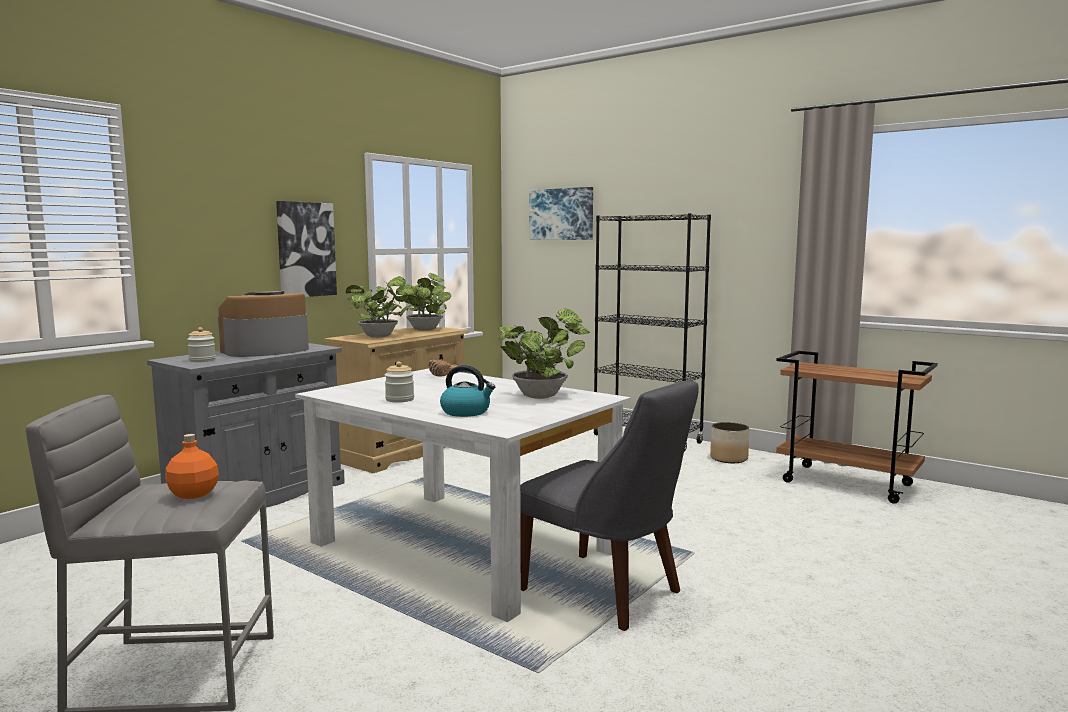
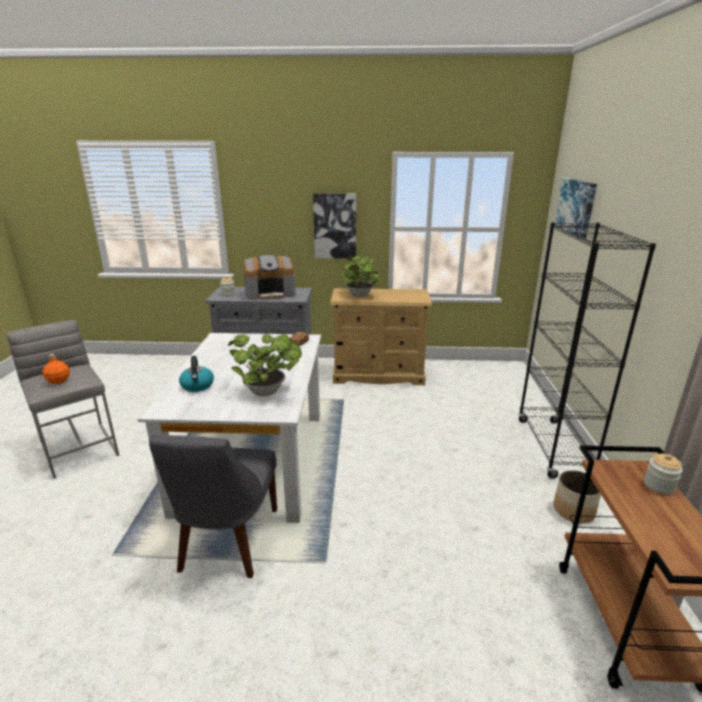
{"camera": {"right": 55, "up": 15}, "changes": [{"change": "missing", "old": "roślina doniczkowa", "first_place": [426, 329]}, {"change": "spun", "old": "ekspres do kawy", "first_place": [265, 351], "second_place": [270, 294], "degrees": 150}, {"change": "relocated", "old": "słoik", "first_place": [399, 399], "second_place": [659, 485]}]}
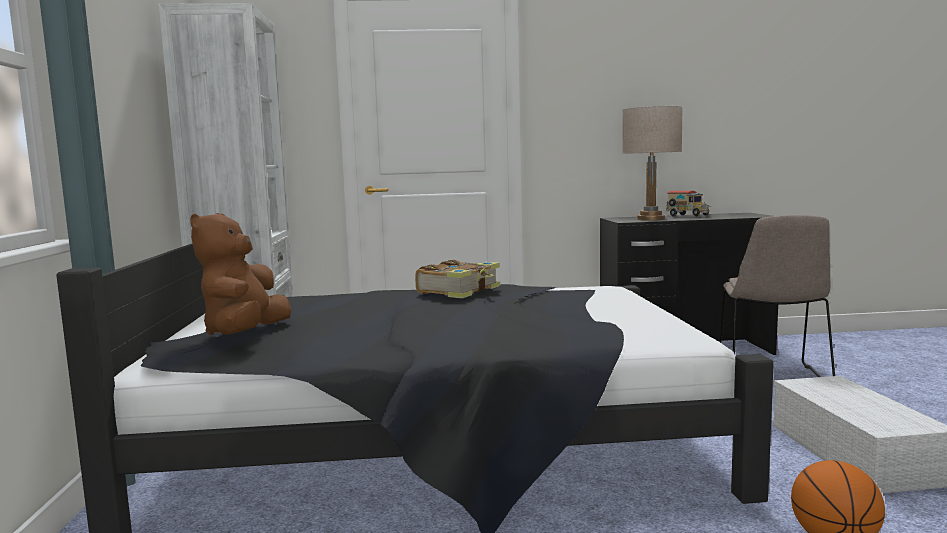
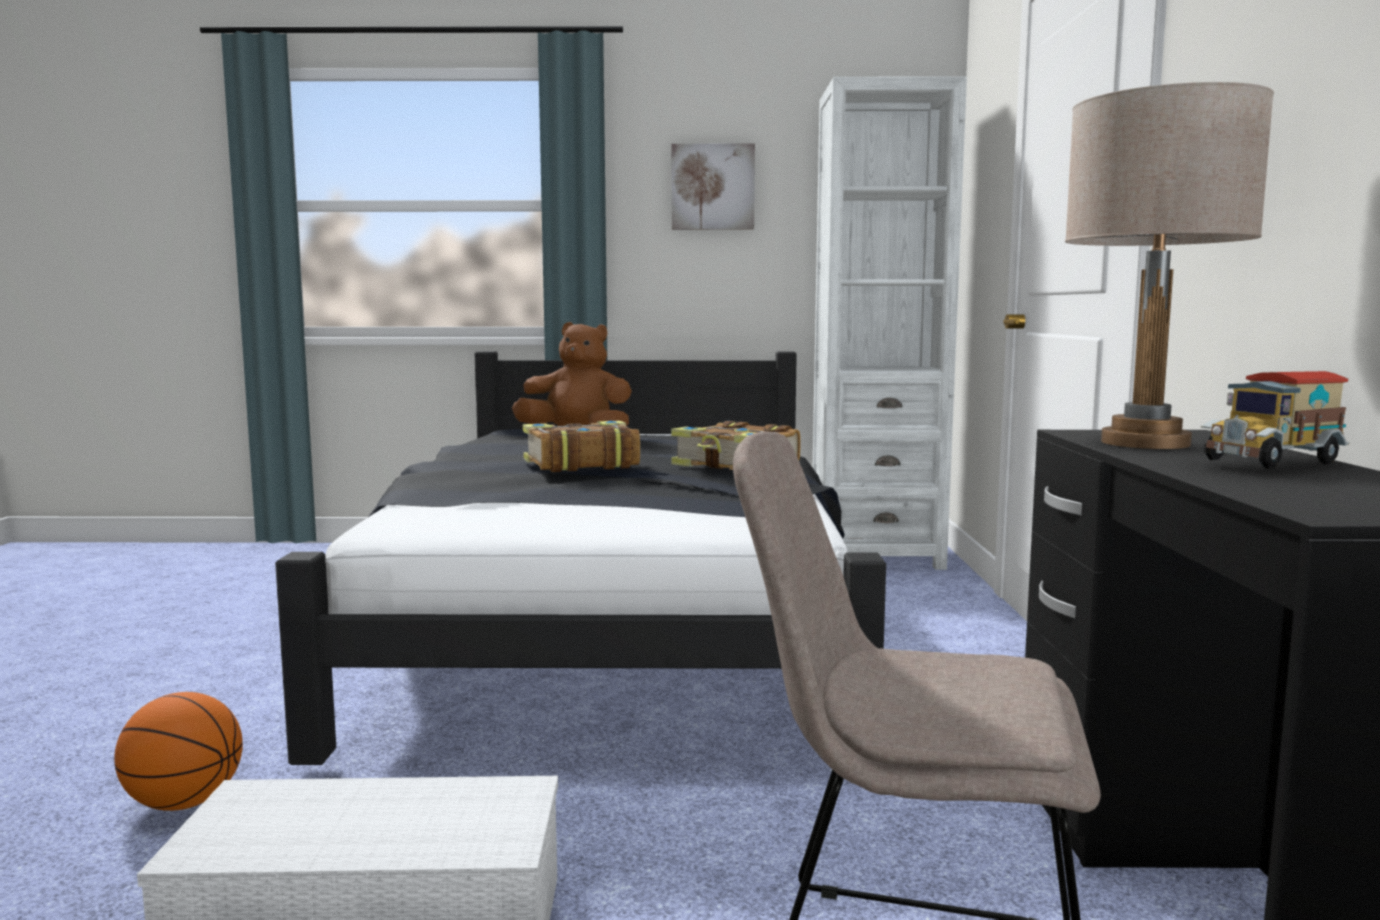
{"camera": {"right": 95, "up": 0}, "changes": [{"change": "appeared", "new": "obraz", "second_place": [712, 187]}, {"change": "appeared", "new": "książka", "second_place": [579, 464]}]}
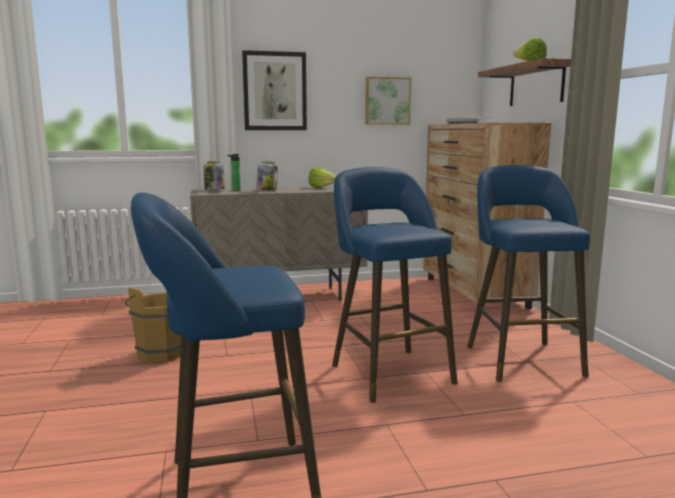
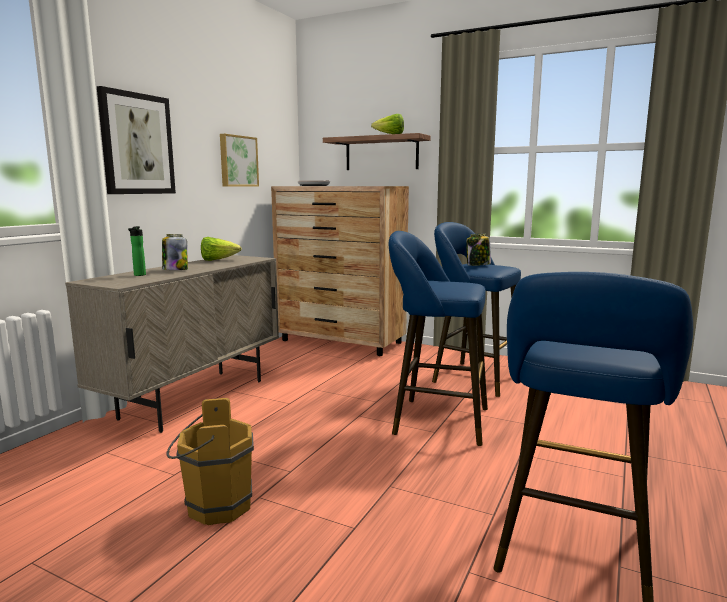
{"camera": {"right": -50, "up": 0}, "changes": [{"change": "relocated", "old": "słoik", "first_place": [214, 190], "second_place": [478, 265]}]}
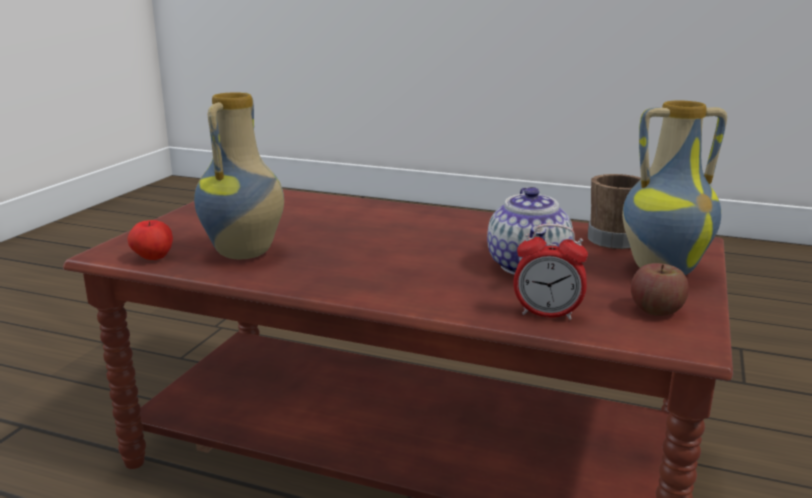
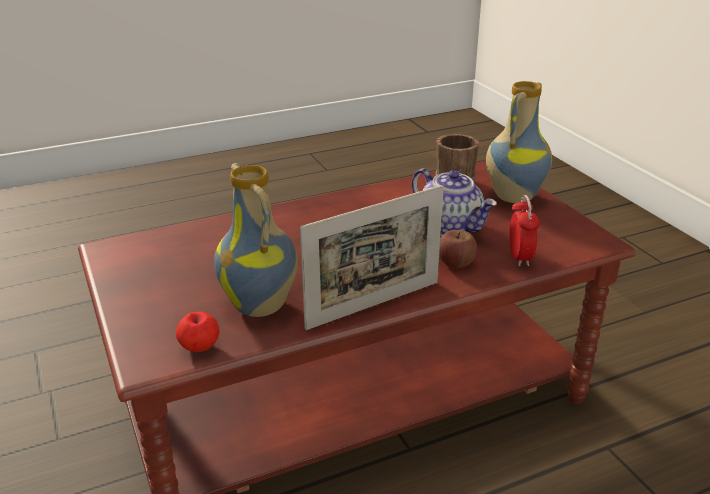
{"camera": {"right": -45, "up": 10}, "changes": [{"change": "spun", "old": "budzik", "first_place": [547, 314], "second_place": [520, 257], "degrees": -60}, {"change": "relocated", "old": "jabłko", "first_place": [656, 310], "second_place": [456, 263]}, {"change": "appeared", "new": "ramka na zdjęcie", "second_place": [374, 305]}]}
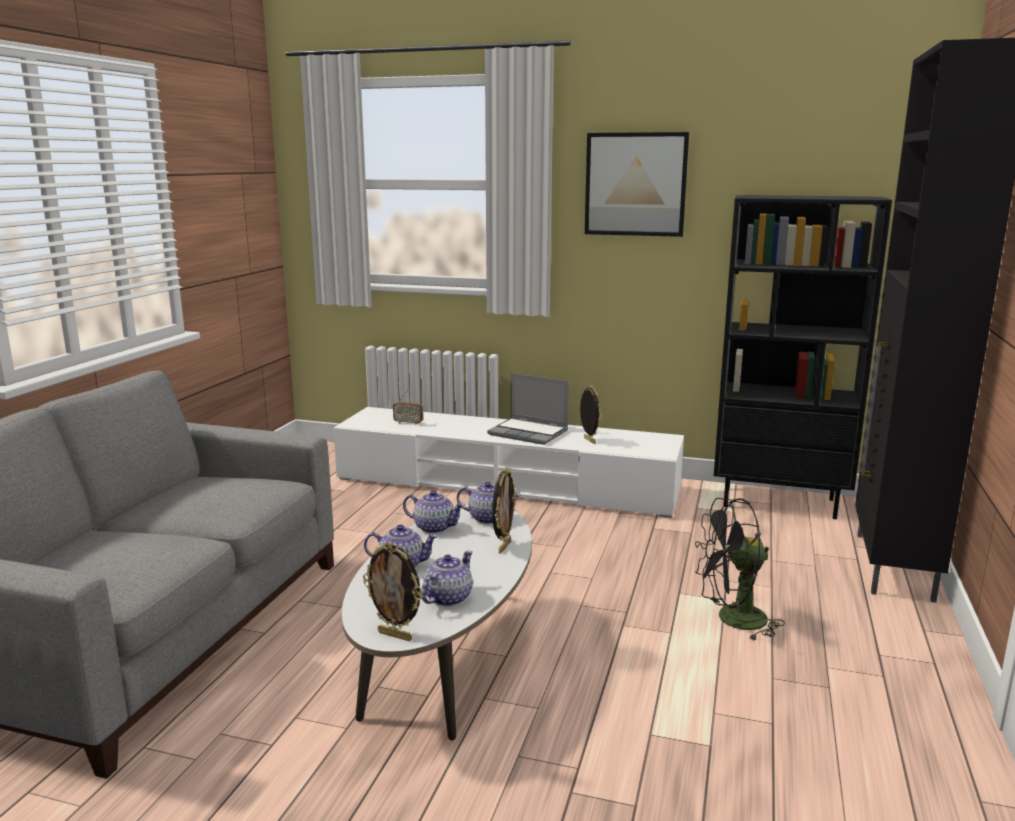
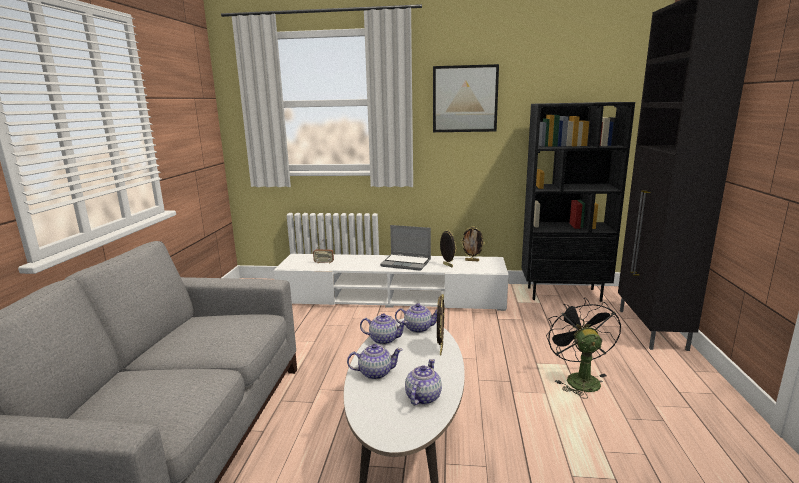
{"camera": {"right": -10, "up": 0}, "changes": [{"change": "spun", "old": "wentylator (czarny)", "first_place": [732, 620], "second_place": [578, 378], "degrees": 105}, {"change": "relocated", "old": "ramka na zdjęcie", "first_place": [395, 635], "second_place": [472, 260]}]}
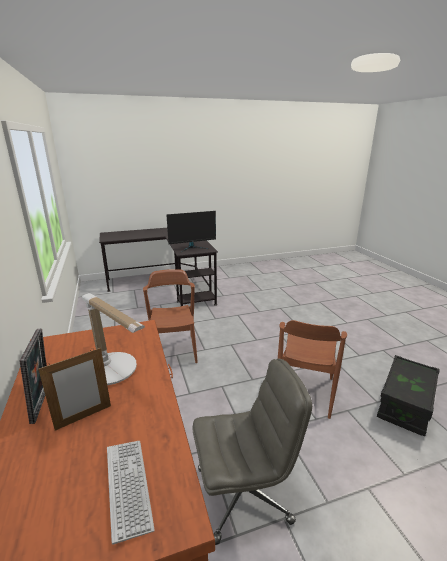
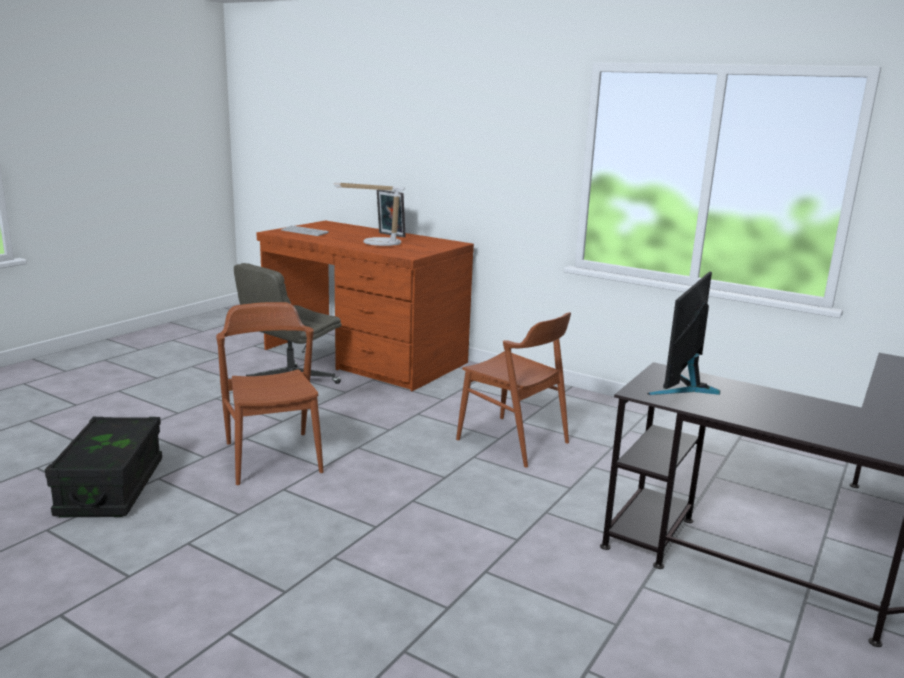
{"camera": {"right": 140, "up": -5}, "changes": [{"change": "missing", "old": "ramka na zdjęcie", "first_place": [84, 417]}]}
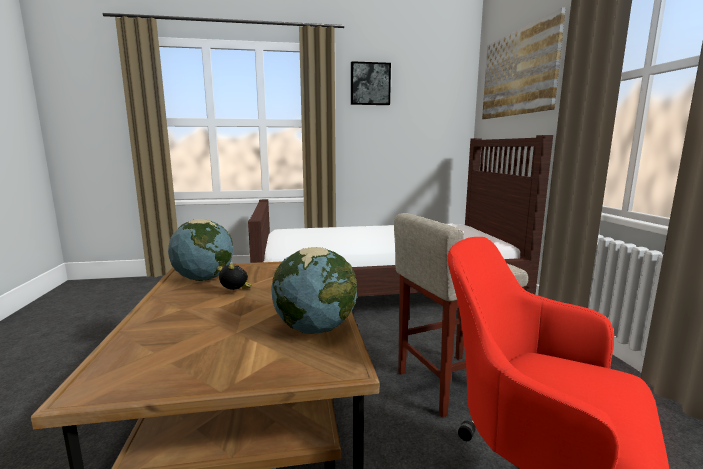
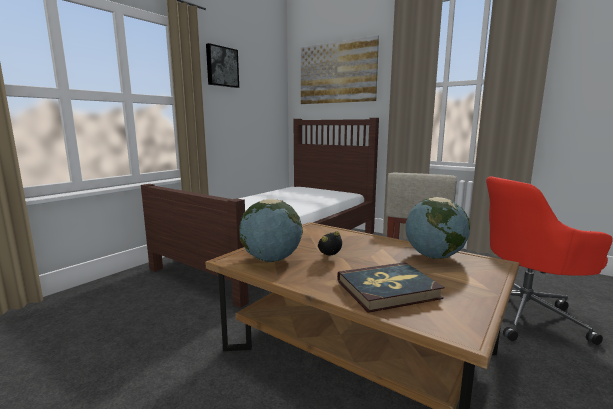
{"camera": {"right": -45, "up": 0}, "changes": [{"change": "appeared", "new": "książka", "second_place": [388, 290]}]}
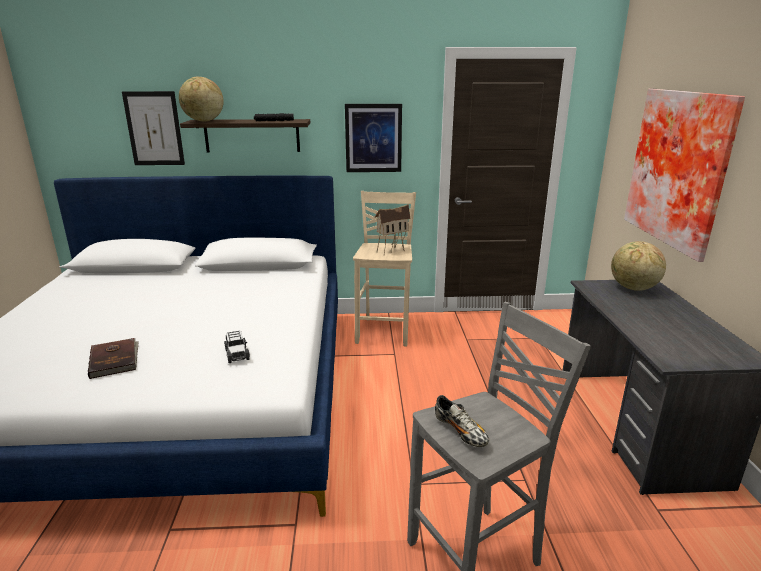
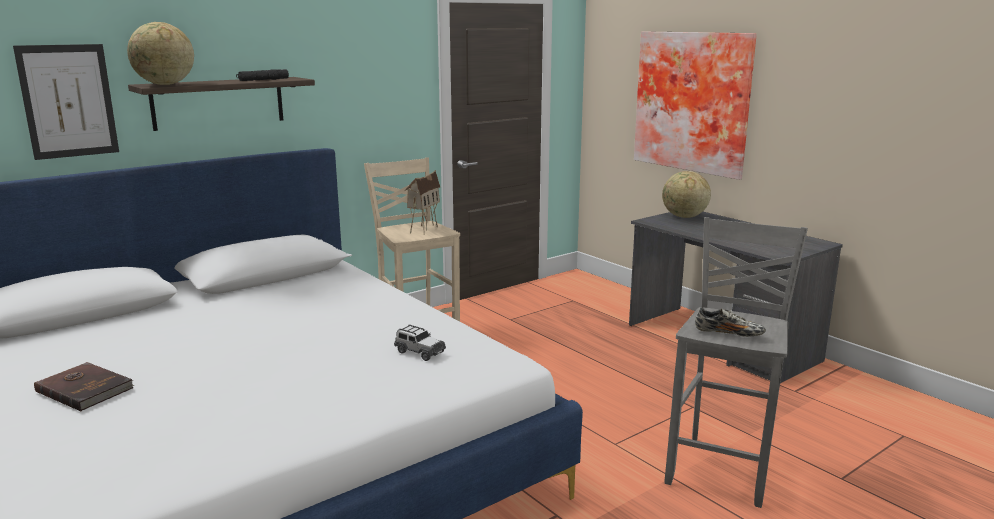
{"camera": {"right": -35, "up": -5}, "changes": [{"change": "missing", "old": "obraz", "first_place": [373, 138]}, {"change": "relocated", "old": "książka (brązowy)", "first_place": [115, 360], "second_place": [85, 389]}]}
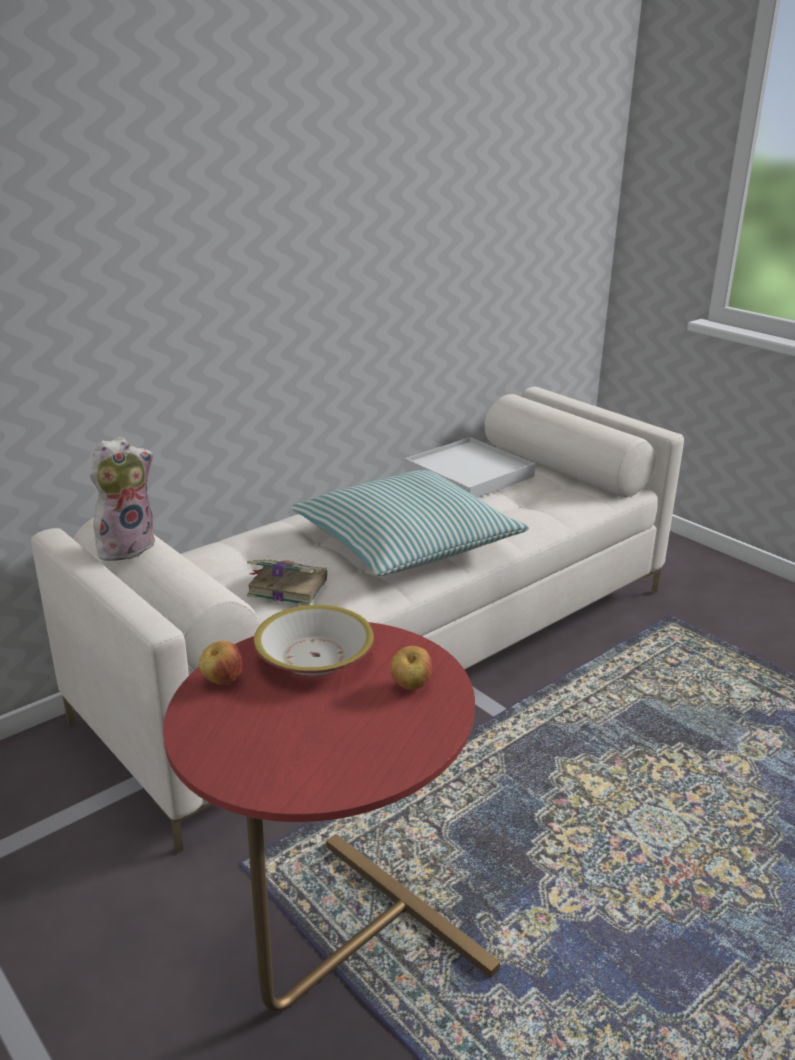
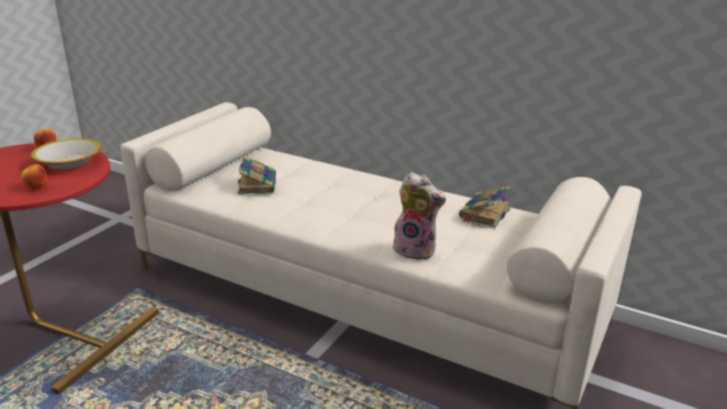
{"camera": {"right": 70, "up": 0}, "changes": [{"change": "relocated", "old": "pluszak", "first_place": [127, 547], "second_place": [416, 250]}, {"change": "exchanged", "old": "taca (biały)", "new": "książka", "first_place": [469, 474], "second_place": [484, 214]}, {"change": "missing", "old": "poduszka", "first_place": [405, 542]}]}
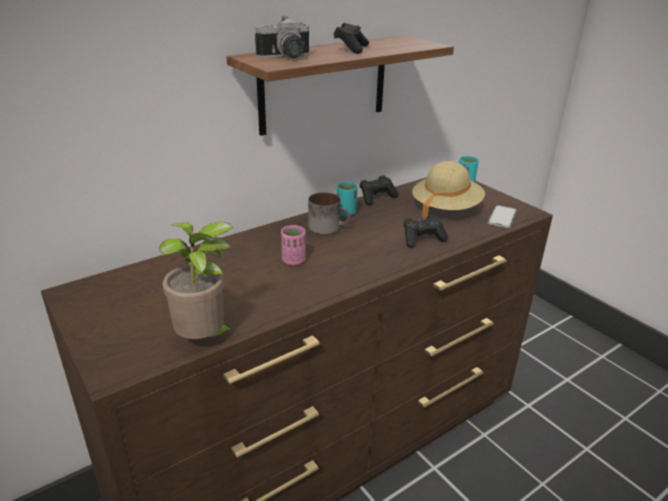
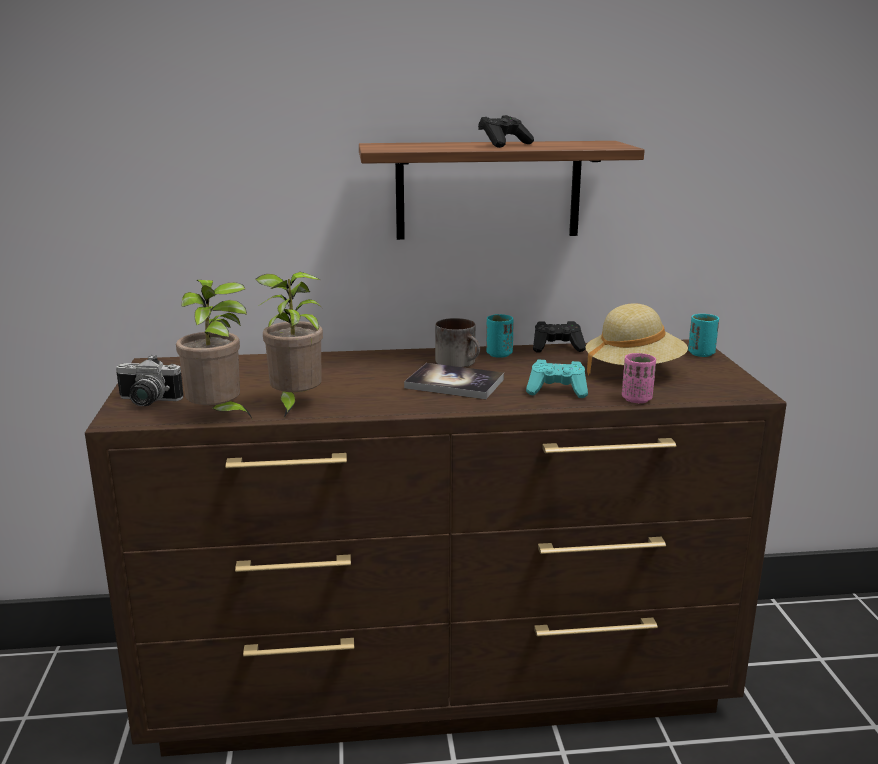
{"camera": {"right": 30, "up": -10}, "changes": [{"change": "relocated", "old": "aparat fotograficzny", "first_place": [286, 57], "second_place": [146, 402]}, {"change": "missing", "old": "telefon", "first_place": [502, 217]}, {"change": "colour", "old": "pad do gier (czarny)", "new": "pad do gier (turkusowy)", "first_place": [422, 239], "second_place": [557, 391]}, {"change": "relocated", "old": "filiżanka (różowy)", "first_place": [293, 261], "second_place": [636, 399]}, {"change": "appeared", "new": "roślina doniczkowa", "second_place": [295, 405]}, {"change": "appeared", "new": "książka", "second_place": [454, 383]}]}
